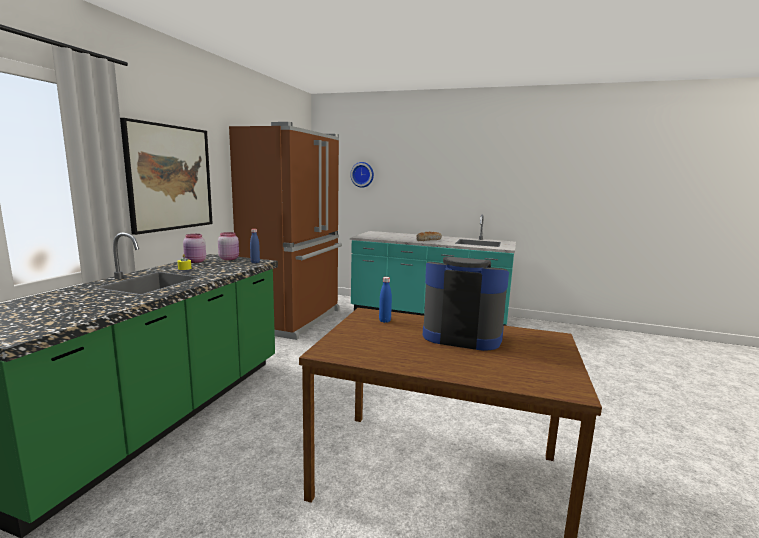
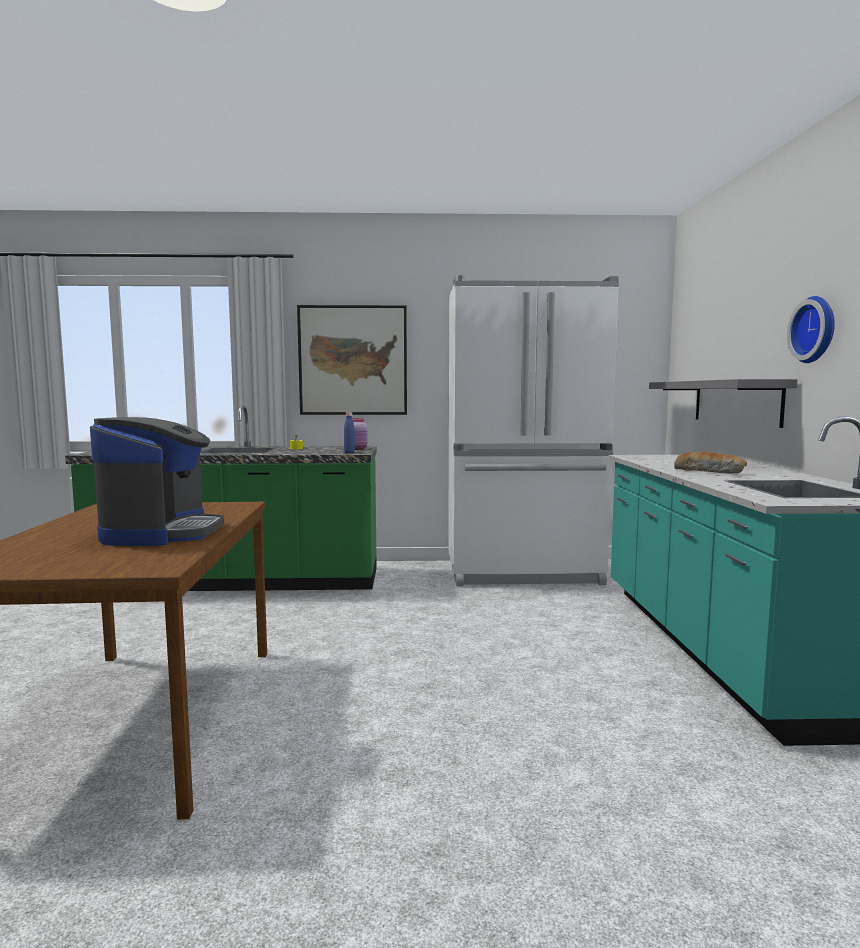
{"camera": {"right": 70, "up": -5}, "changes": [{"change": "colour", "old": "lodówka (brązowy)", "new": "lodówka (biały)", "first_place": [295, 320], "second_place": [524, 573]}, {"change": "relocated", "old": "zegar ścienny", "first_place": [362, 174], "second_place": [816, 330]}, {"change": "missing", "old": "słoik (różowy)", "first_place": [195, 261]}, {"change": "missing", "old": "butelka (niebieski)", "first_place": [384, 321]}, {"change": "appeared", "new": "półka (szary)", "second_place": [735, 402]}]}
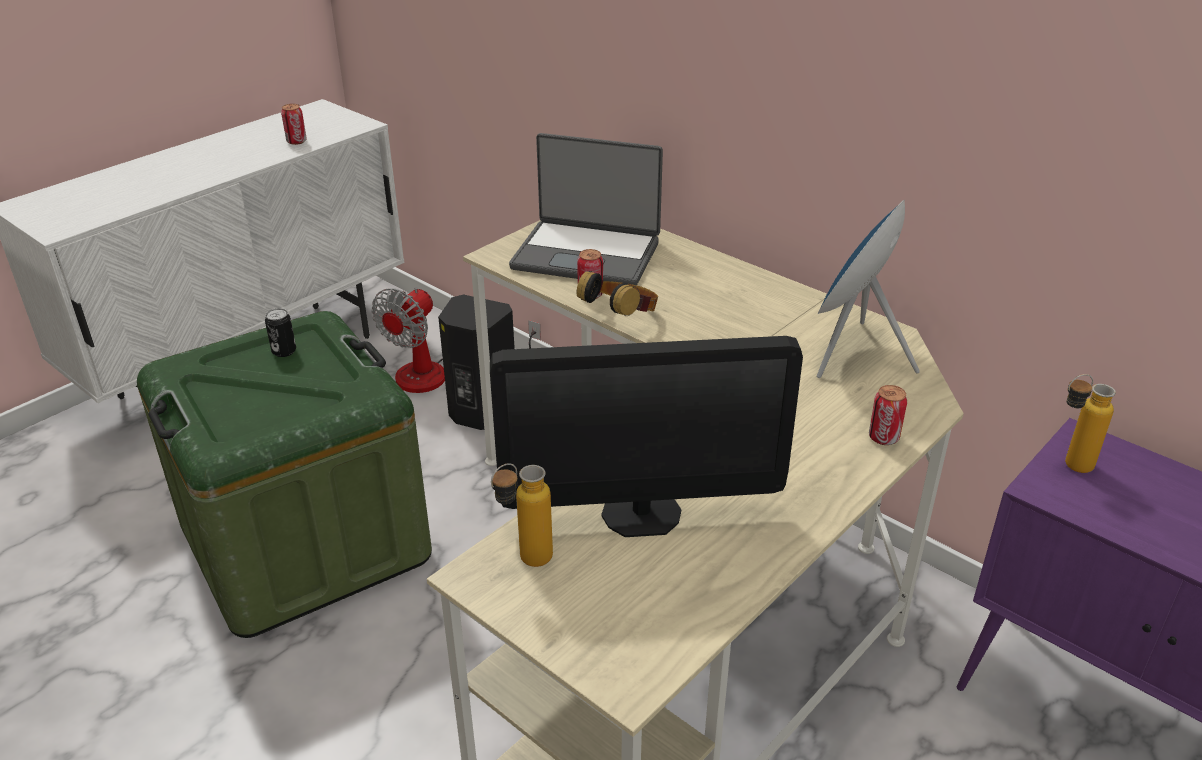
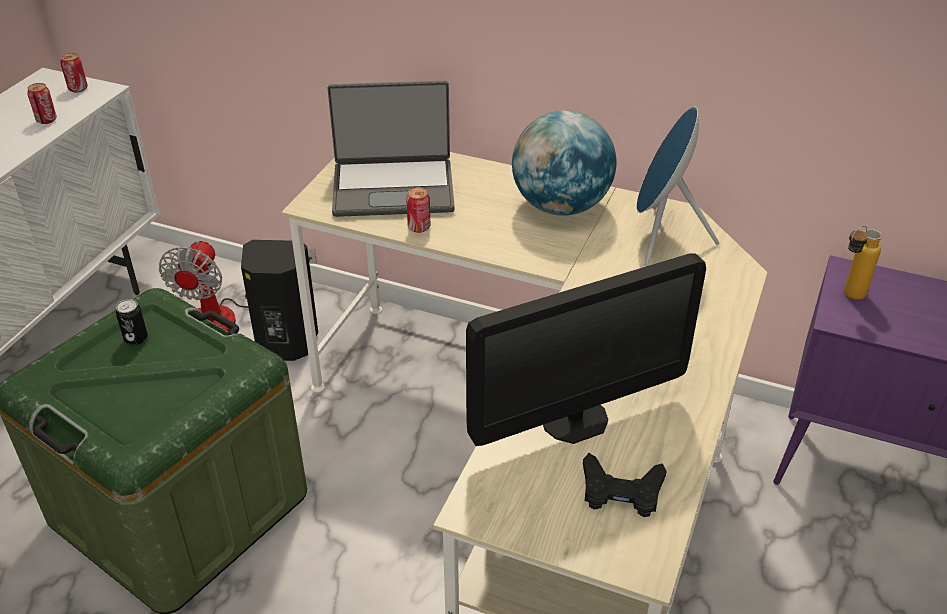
{"camera": {"right": -20, "up": 5}, "changes": [{"change": "missing", "old": "słuchawki", "first_place": [621, 319]}, {"change": "relocated", "old": "puszka", "first_place": [883, 438], "second_place": [78, 89]}, {"change": "missing", "old": "butelka", "first_place": [524, 562]}, {"change": "appeared", "new": "globus", "second_place": [560, 206]}, {"change": "appeared", "new": "pad do gier (czarny)", "second_place": [621, 491]}]}
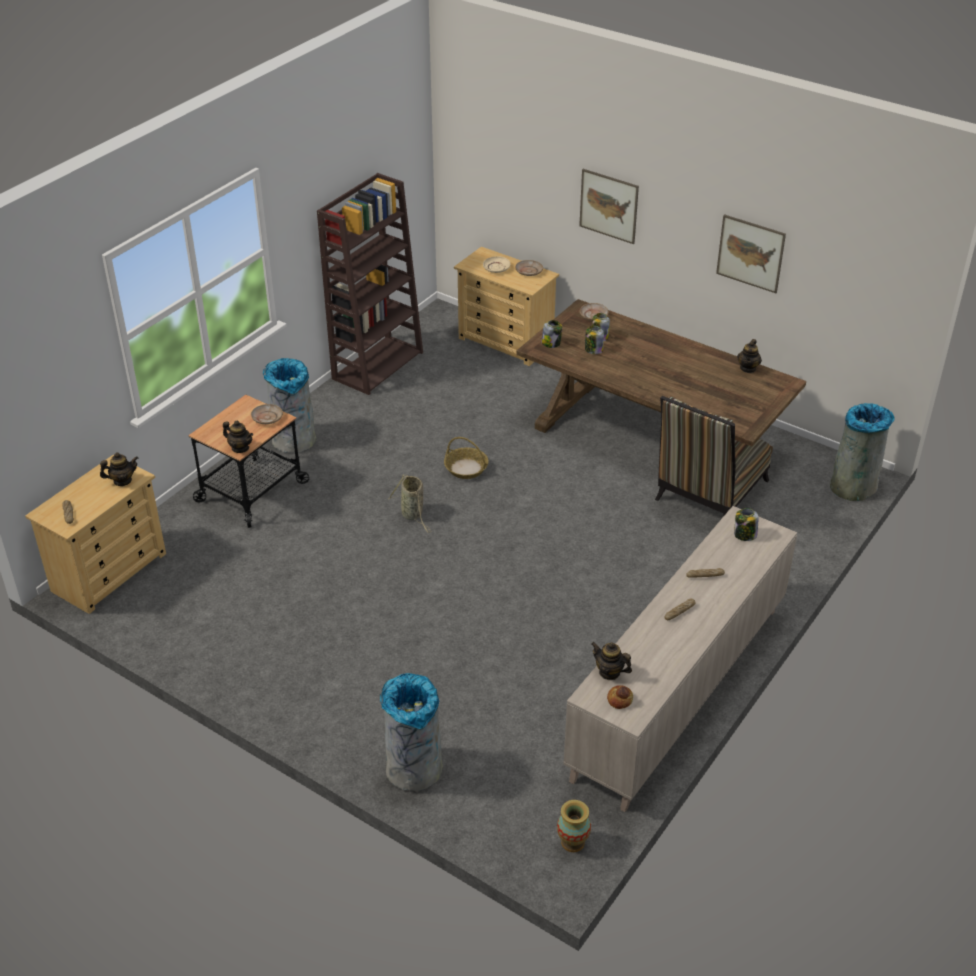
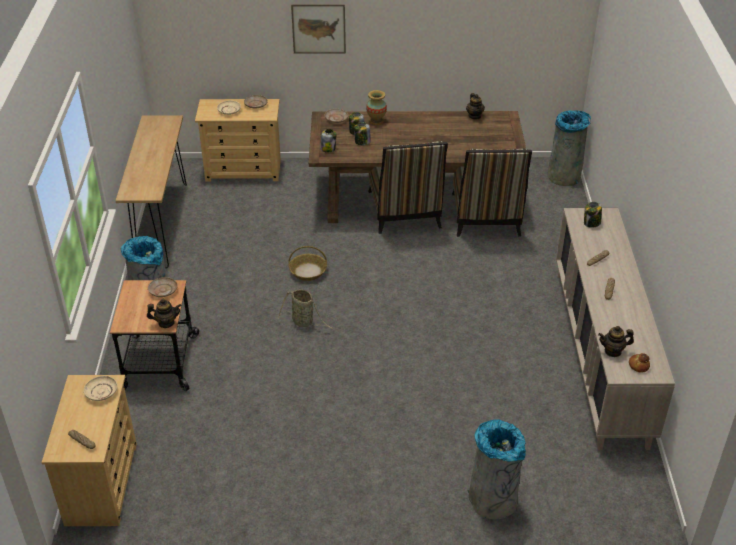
{"camera": {"right": -35, "up": 0}, "changes": [{"change": "exchanged", "old": "regał (brązowy)", "new": "stolik konsolowy (brązowy)", "first_place": [377, 365], "second_place": [162, 224]}, {"change": "missing", "old": "obraz", "first_place": [750, 253]}, {"change": "exchanged", "old": "imbryk", "new": "talerz (beżowy)", "first_place": [122, 481], "second_place": [101, 392]}, {"change": "relocated", "old": "wazon", "first_place": [572, 842], "second_place": [376, 121]}, {"change": "appeared", "new": "krzesło", "second_place": [404, 213]}]}
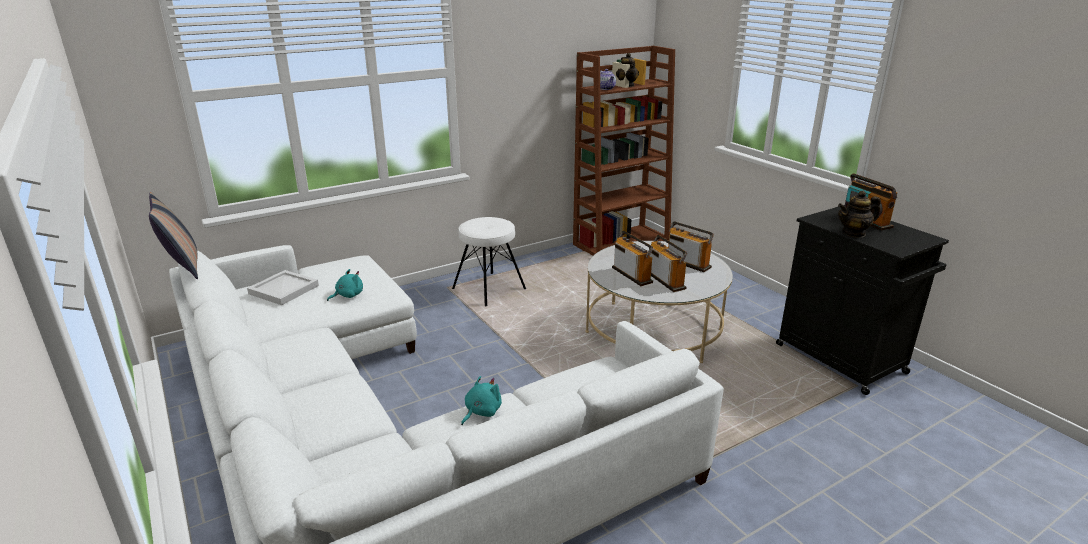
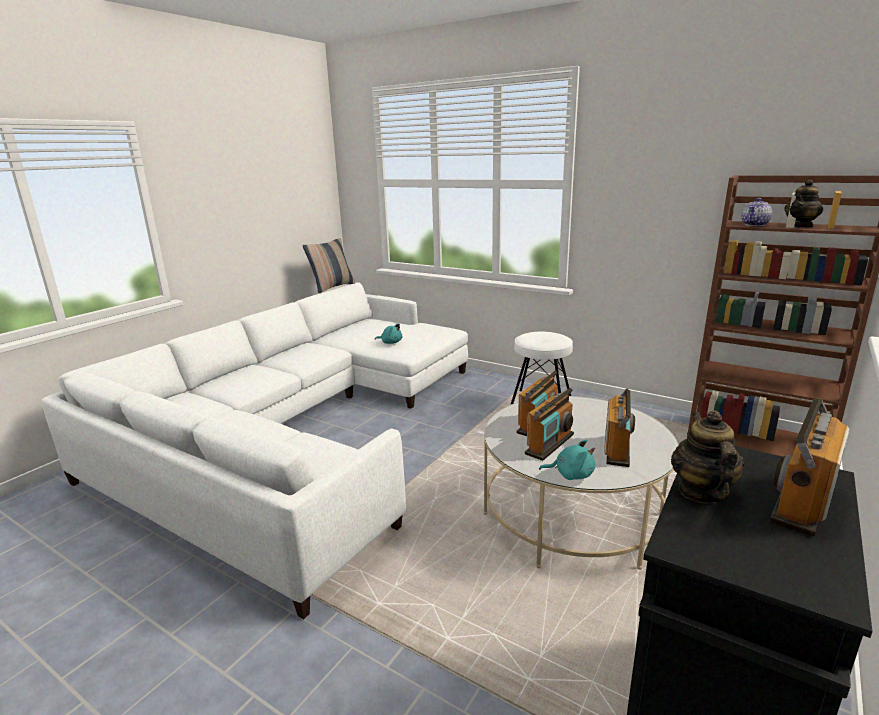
{"camera": {"right": 65, "up": -5}, "changes": [{"change": "spun", "old": "imbryk", "first_place": [854, 233], "second_place": [701, 491], "degrees": 45}, {"change": "missing", "old": "taca (biały)", "first_place": [284, 289]}, {"change": "relocated", "old": "pluszak (turkusowy)", "first_place": [481, 412], "second_place": [571, 474]}]}
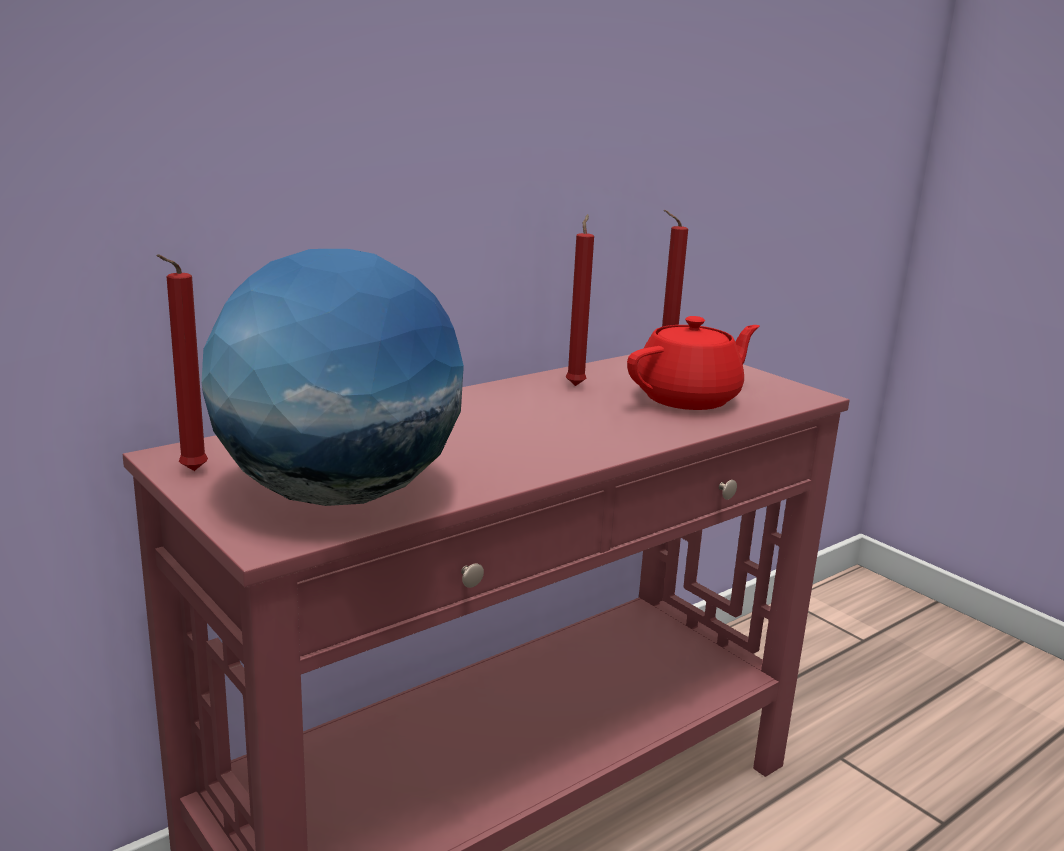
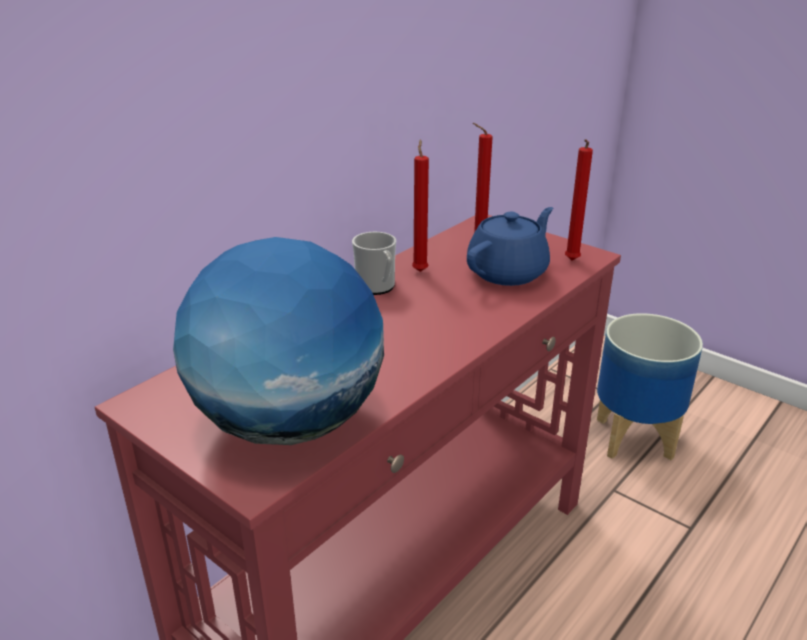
{"camera": {"right": -10, "up": 10}, "changes": [{"change": "relocated", "old": "świeca (czerwony)", "first_place": [190, 472], "second_place": [571, 261]}, {"change": "colour", "old": "imbryk (czerwony)", "new": "imbryk (niebieski)", "first_place": [689, 398], "second_place": [508, 272]}, {"change": "appeared", "new": "kubek", "second_place": [377, 288]}, {"change": "appeared", "new": "donica", "second_place": [634, 439]}]}
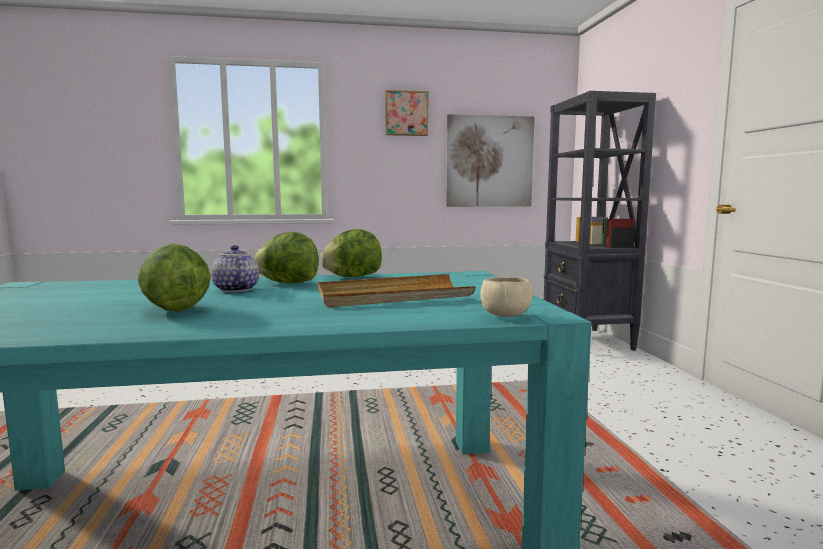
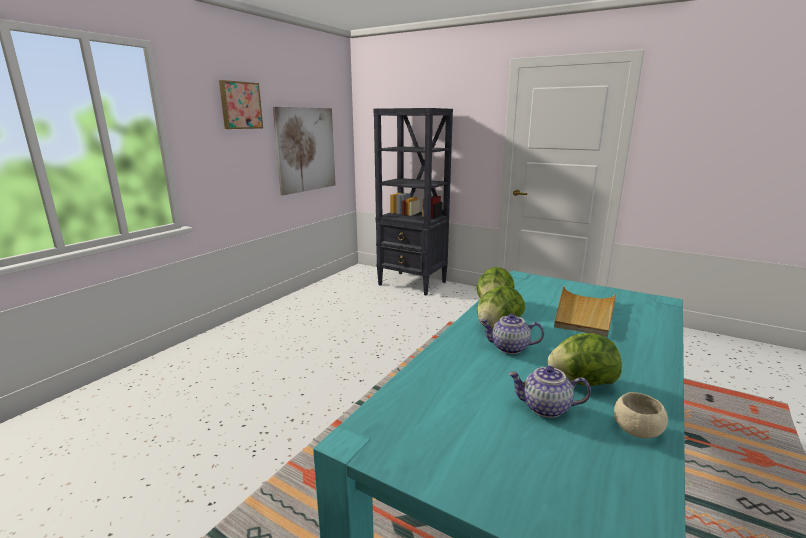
{"camera": {"right": -50, "up": 10}, "changes": [{"change": "relocated", "old": "miska (beżowy)", "first_place": [505, 315], "second_place": [636, 430]}, {"change": "appeared", "new": "imbryk", "second_place": [545, 408]}]}
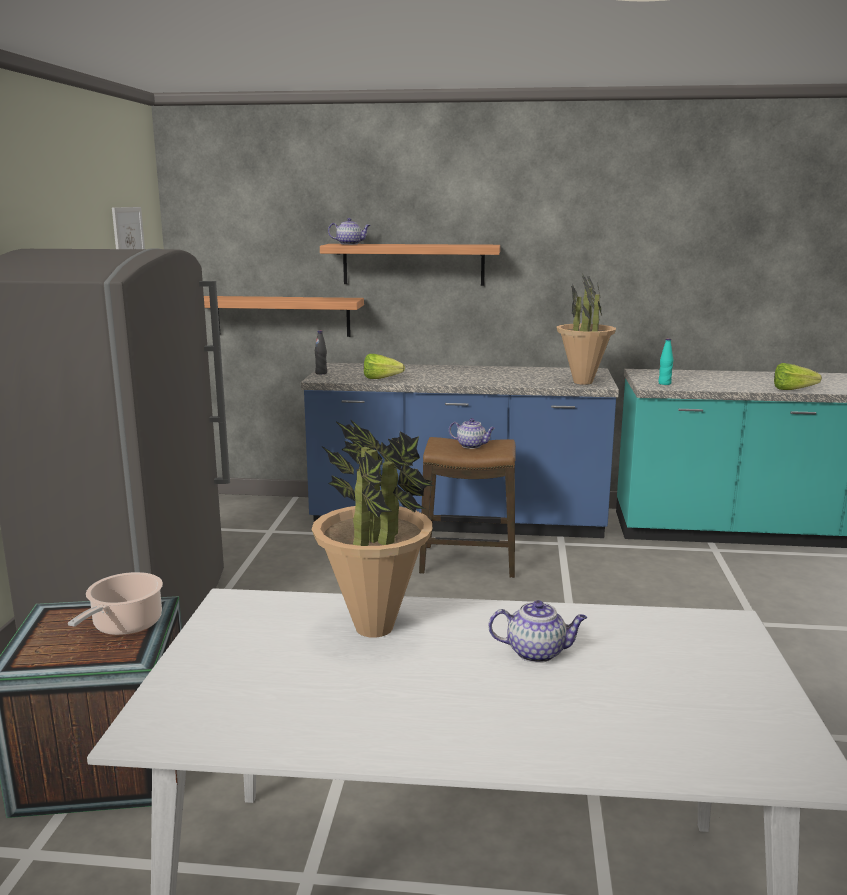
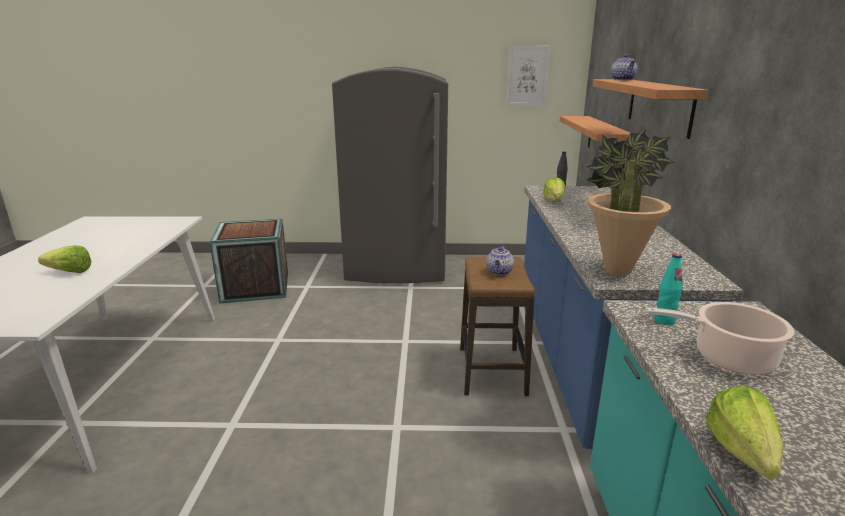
{"camera": {"right": 85, "up": 5}, "changes": [{"change": "missing", "old": "roślina doniczkowa", "first_place": [375, 628]}, {"change": "relocated", "old": "garnek", "first_place": [125, 625], "second_place": [728, 357]}, {"change": "exchanged", "old": "imbryk", "new": "sałata", "first_place": [537, 652], "second_place": [66, 272]}]}
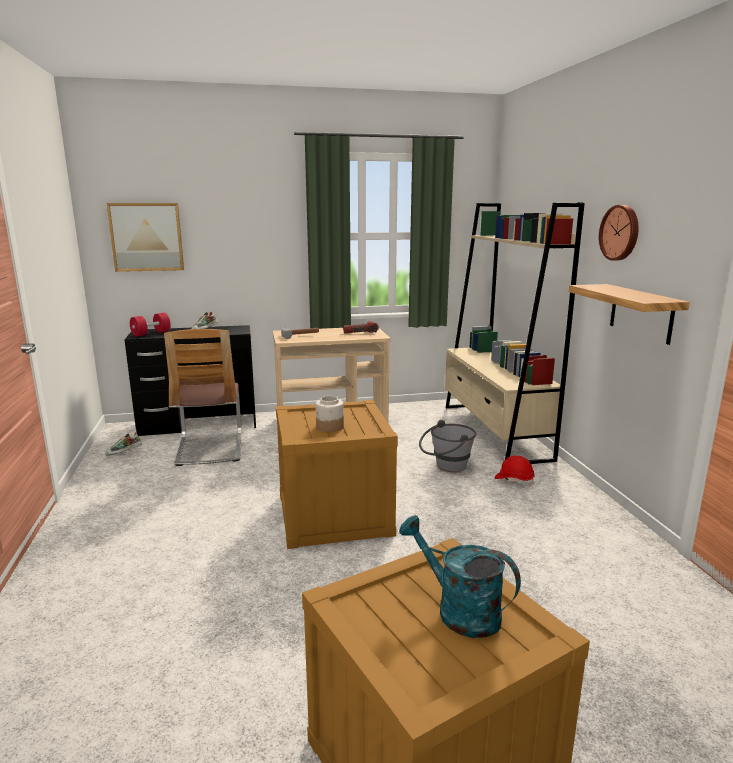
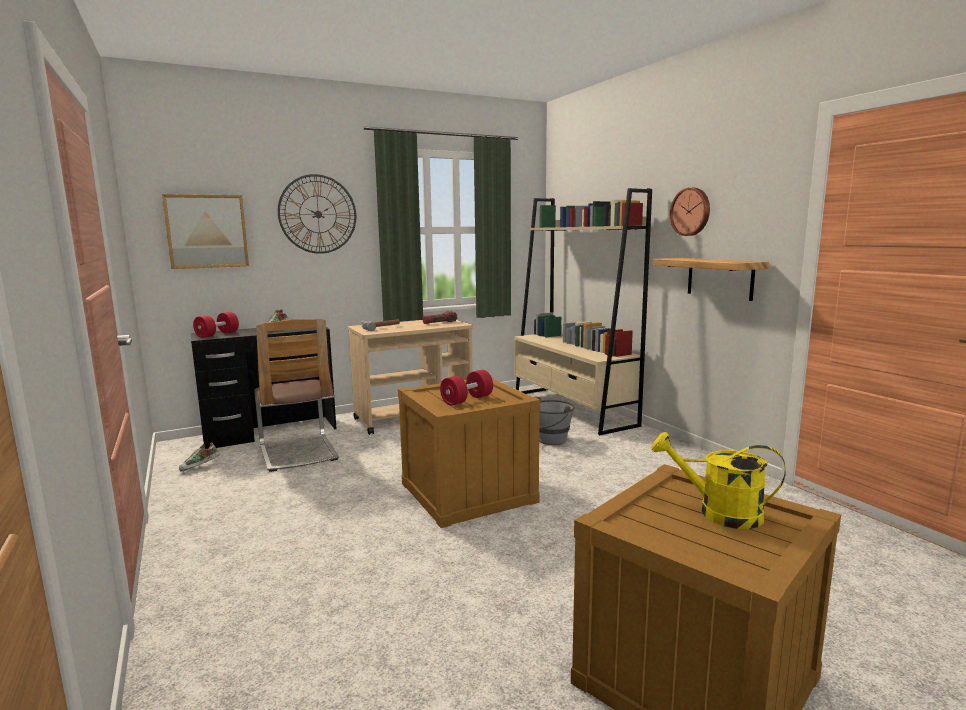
{"camera": {"right": -15, "up": -5}, "changes": [{"change": "exchanged", "old": "słoik", "new": "hantel (czerwony)", "first_place": [329, 427], "second_place": [467, 400]}, {"change": "missing", "old": "kask (czerwony)", "first_place": [514, 480]}, {"change": "colour", "old": "konewka (turkusowy)", "new": "konewka (żółty)", "first_place": [458, 610], "second_place": [718, 513]}, {"change": "appeared", "new": "zegar ścienny", "second_place": [318, 214]}]}
